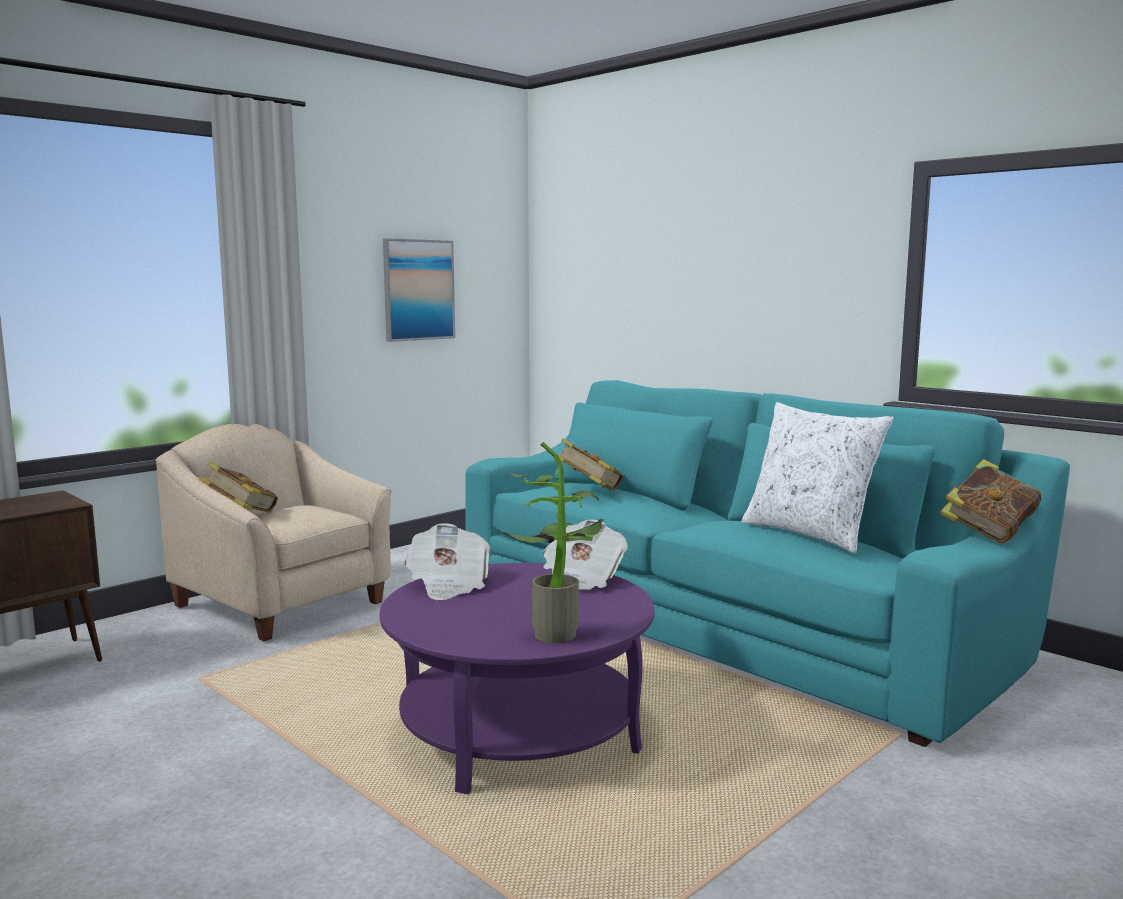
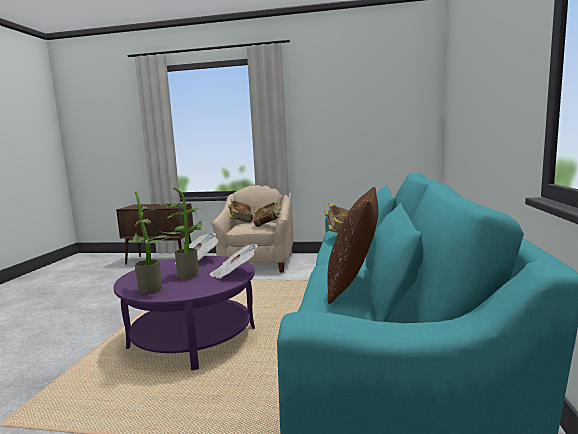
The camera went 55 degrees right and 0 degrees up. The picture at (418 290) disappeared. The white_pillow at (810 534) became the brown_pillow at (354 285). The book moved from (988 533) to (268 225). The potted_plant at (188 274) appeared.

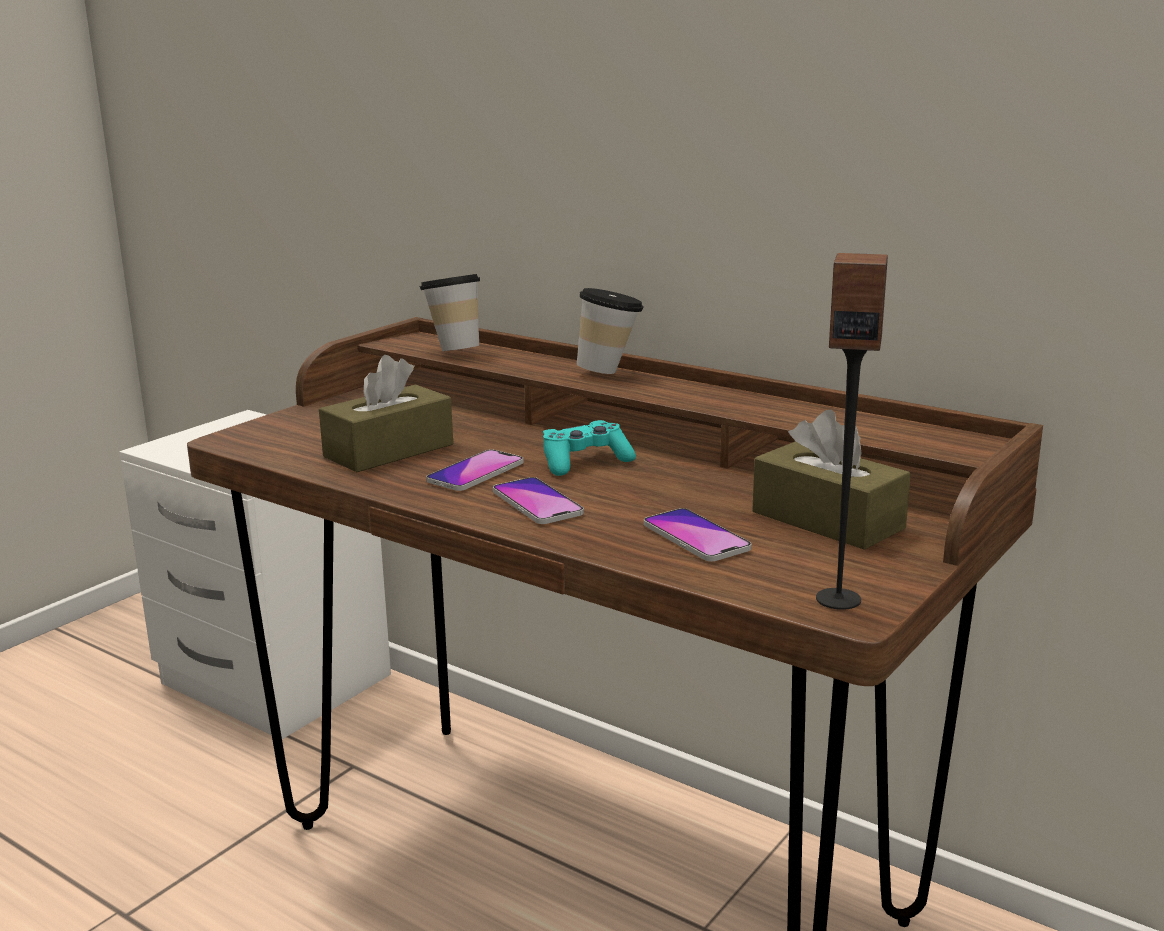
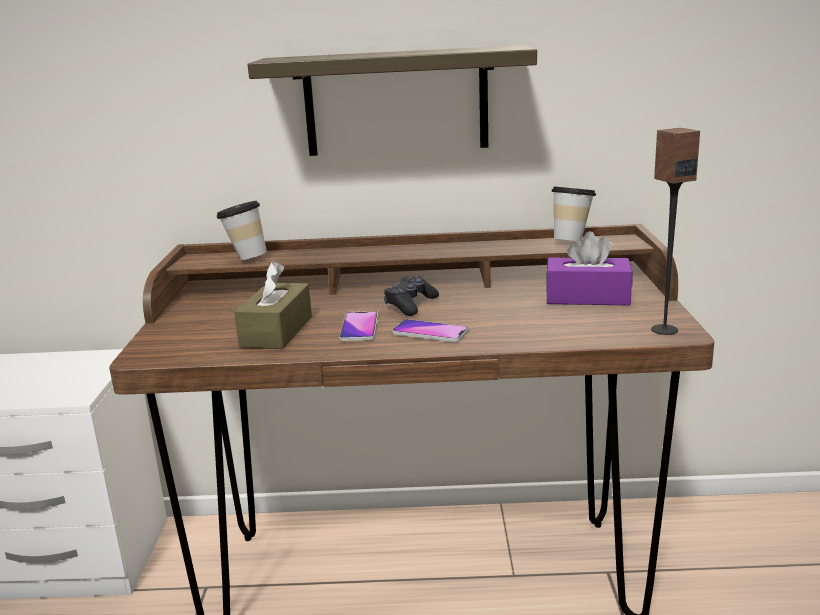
The camera went 35 degrees left and 0 degrees up. The turquoise_game_controller at (584 462) became the black_game_controller at (410 305). The cup moved from (609 371) to (571 240). The phone at (696 537) disappeared. The brown_tissue_box at (827 520) became the purple_tissue_box at (587 297). The shelf at (396 102) appeared.

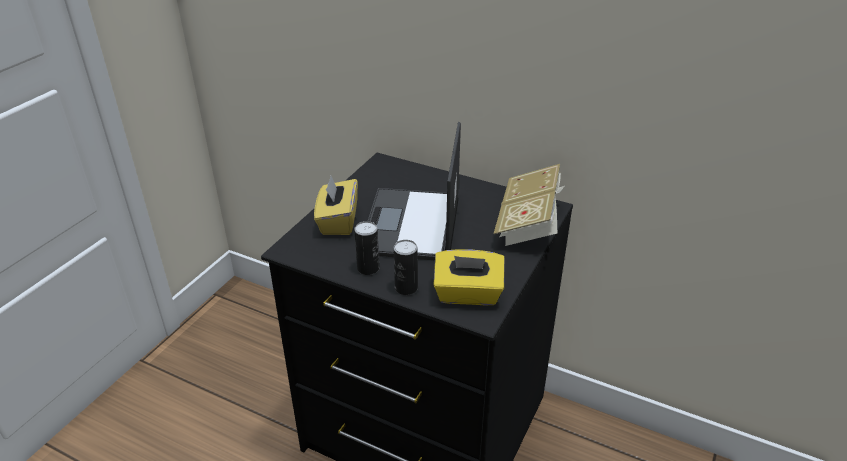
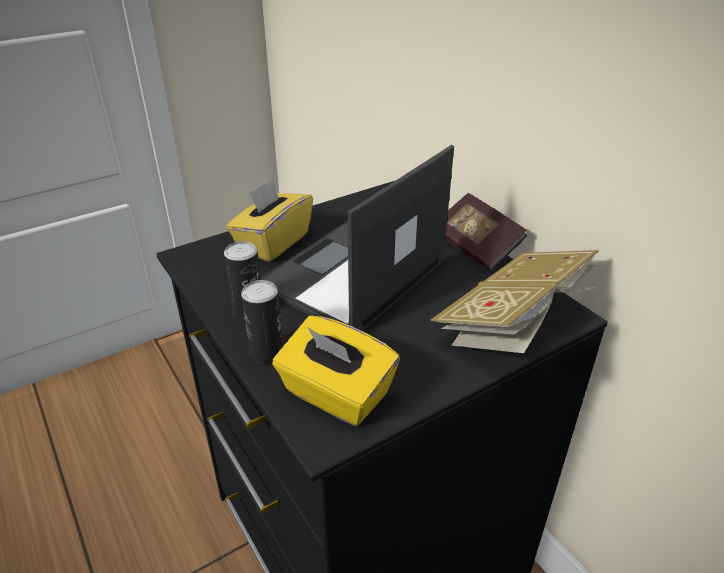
The camera went 30 degrees right and 0 degrees up. The book at (476 246) appeared.

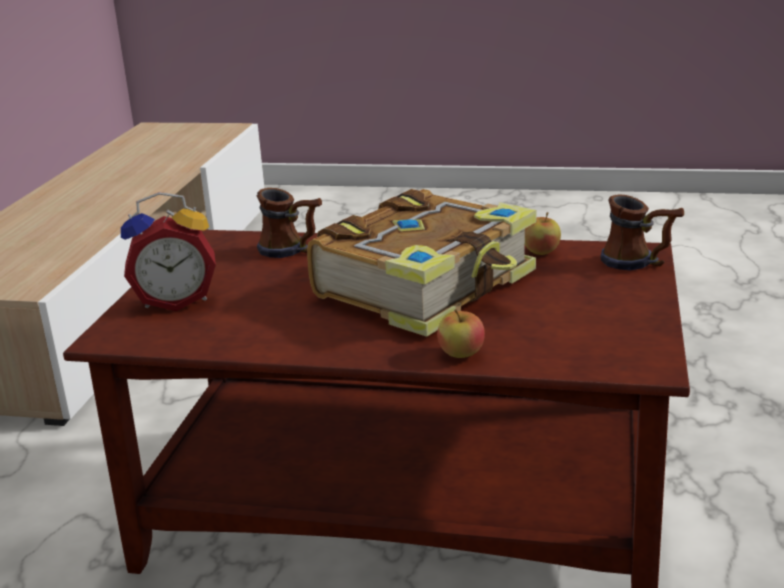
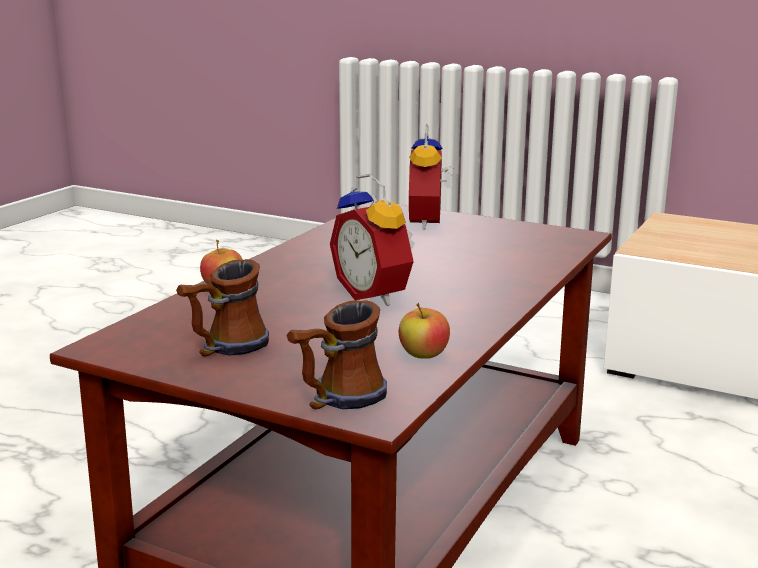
The camera went 105 degrees right and 5 degrees down. The mug moved from (292 251) to (224 349). The book at (429 286) was replaced by the alarm_clock at (376 295).

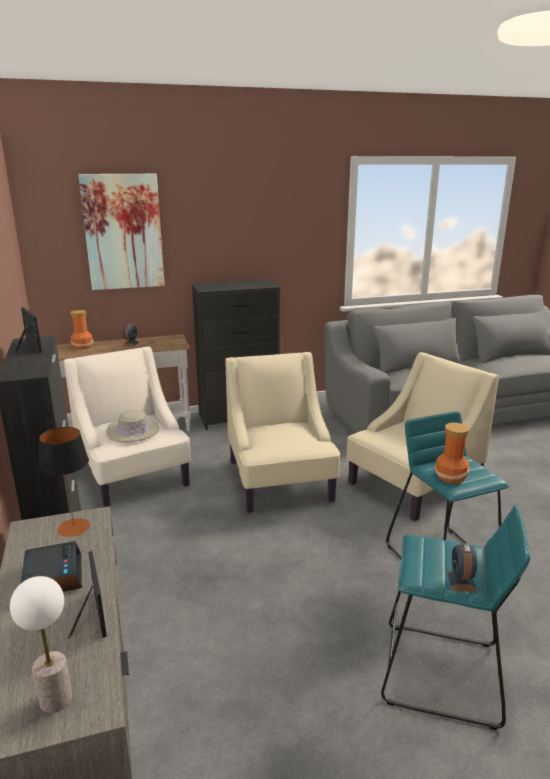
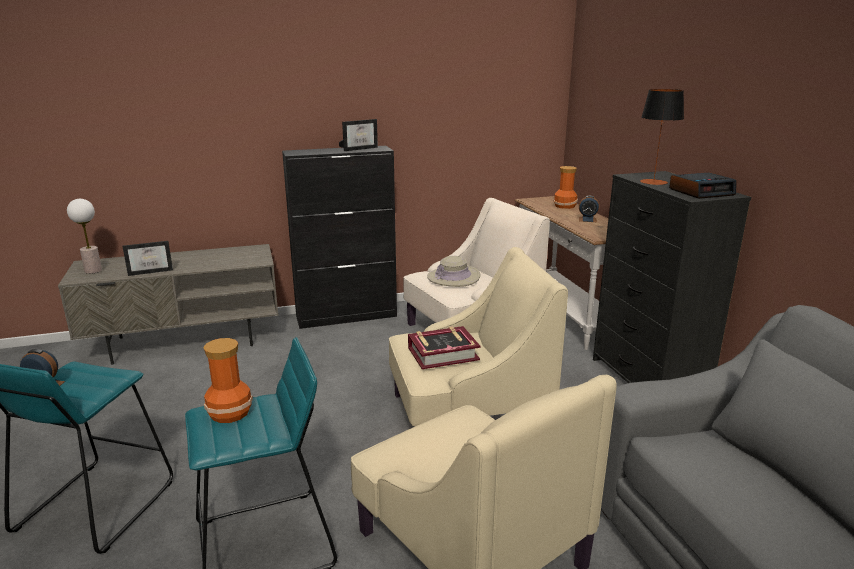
The camera went 90 degrees right and 0 degrees up. The alarm_clock moved from (52 576) to (701 192). The table_lamp moved from (74 527) to (653 182). The picture at (123 232) disappeared. The book at (443 353) appeared.

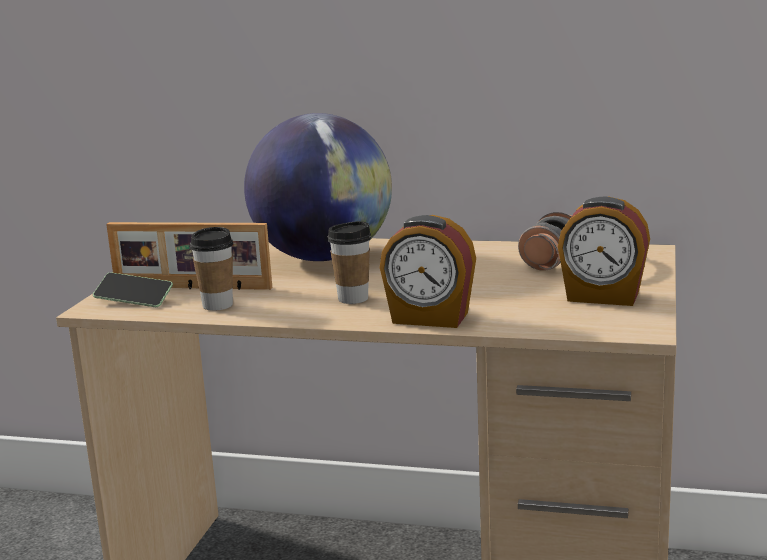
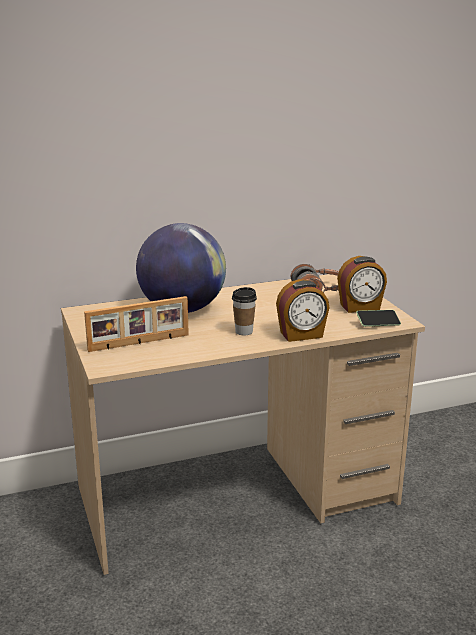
The camera went 35 degrees left and 5 degrees up. The phone moved from (134 300) to (378 324). The cup at (217 305) disappeared.

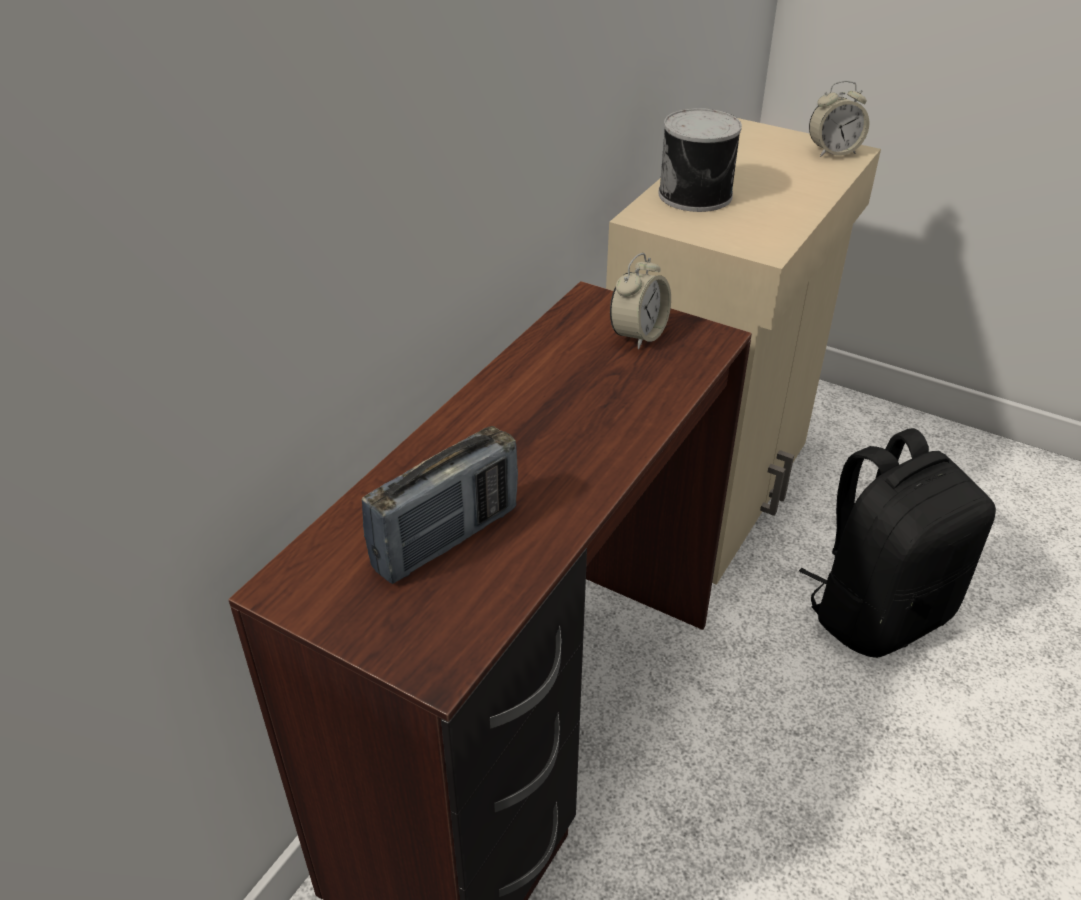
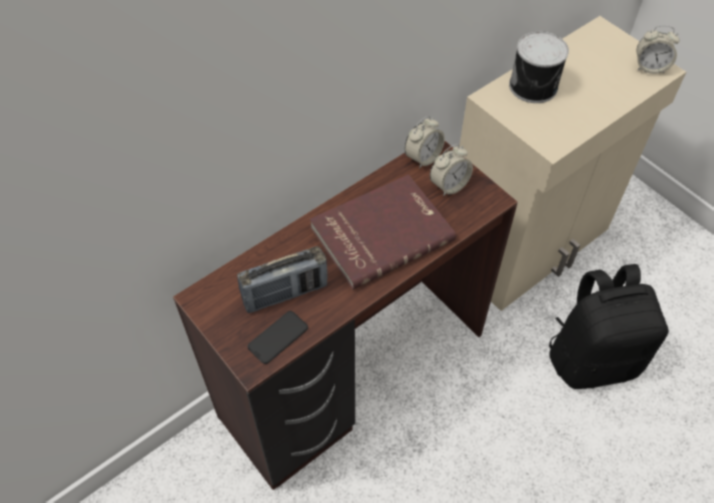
The camera went 20 degrees right and 15 degrees up. The phone at (278 337) appeared. The red_book at (380 232) appeared. The alarm_clock at (423 158) appeared.

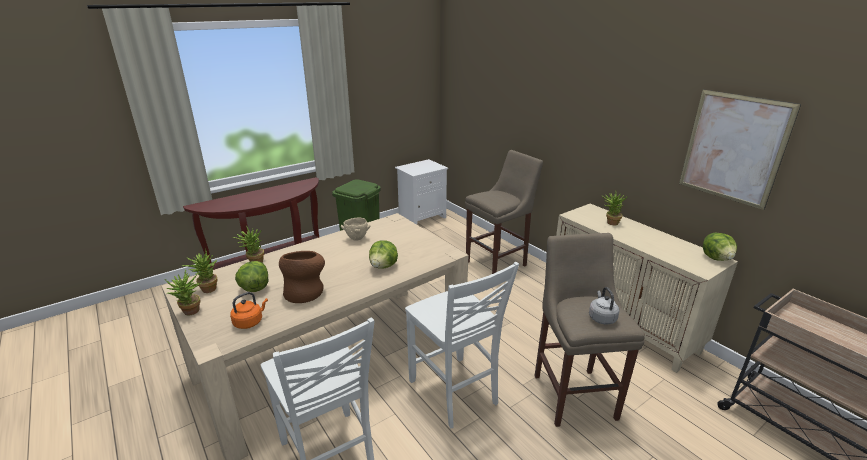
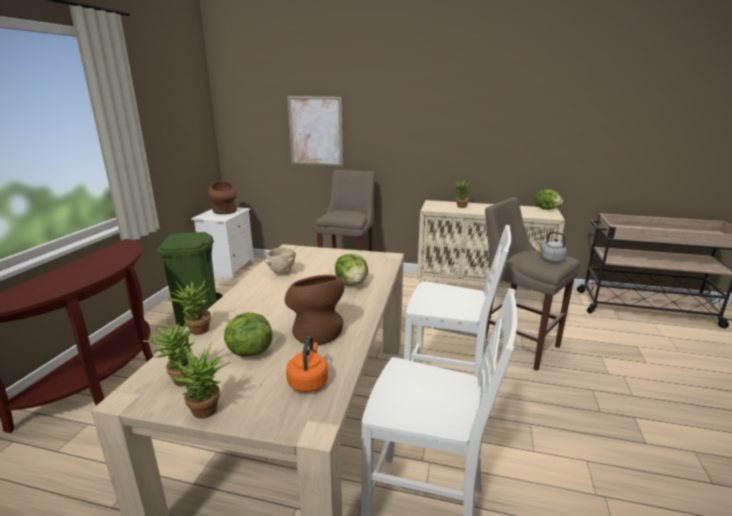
The camera went 40 degrees left and 5 degrees down. The picture moved from (733 148) to (316 131). The brown_vase at (225 212) appeared.

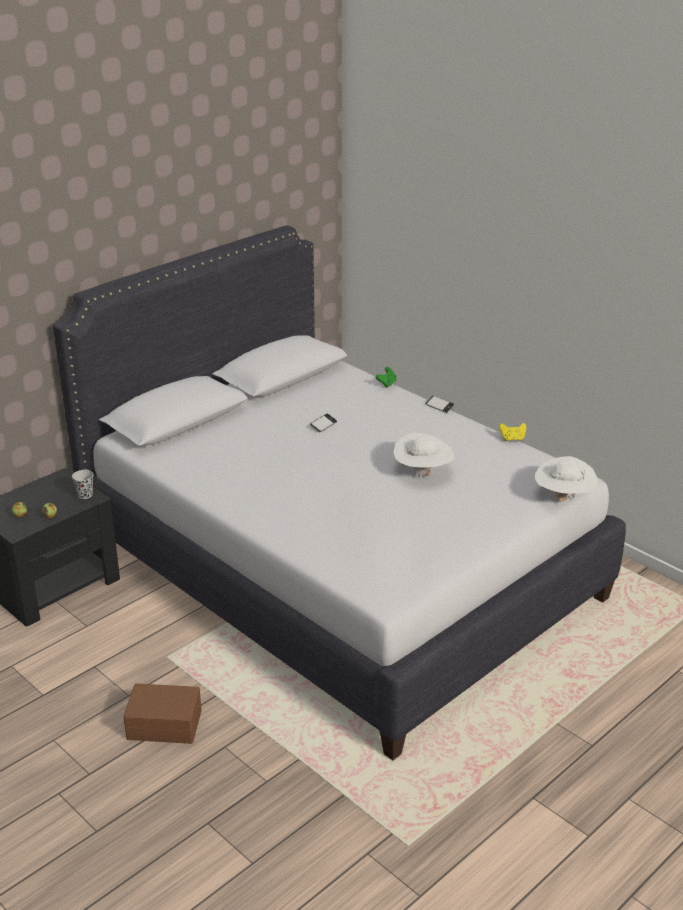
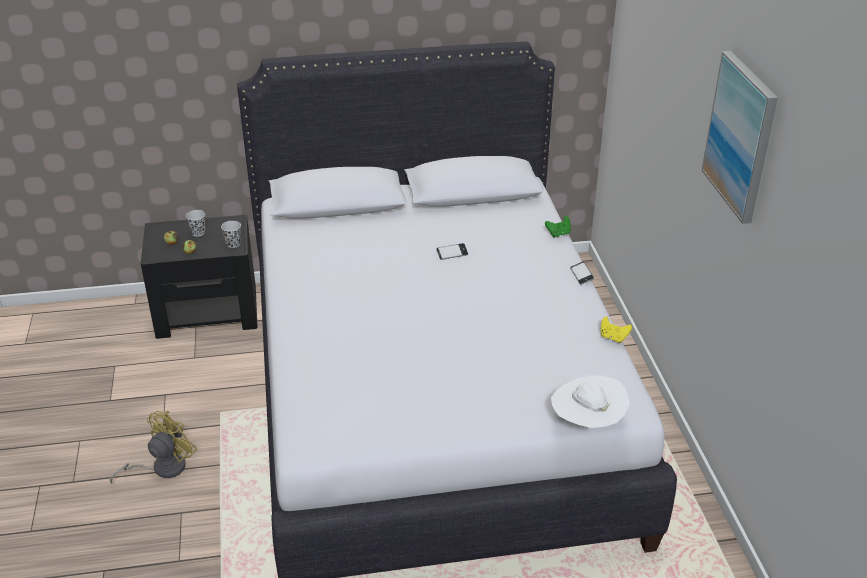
The camera went 35 degrees right and 5 degrees up. The brown_storage_box at (164 723) was replaced by the yellow_fan at (162 468). The white_hat at (423 474) disappeared. The black_cup at (198 233) appeared. The picture at (741 136) appeared.

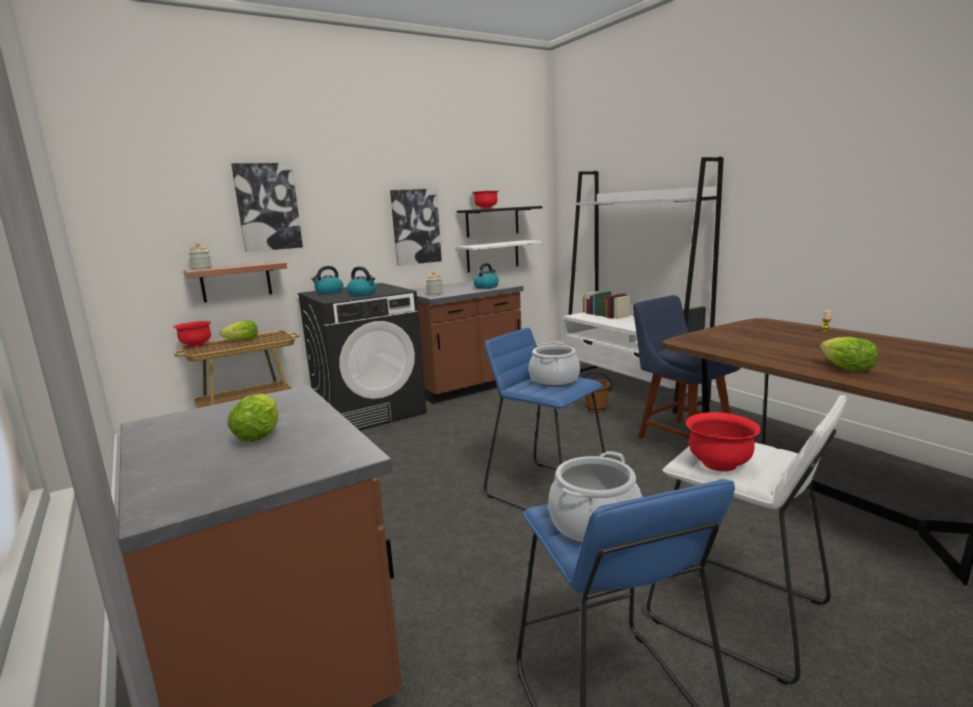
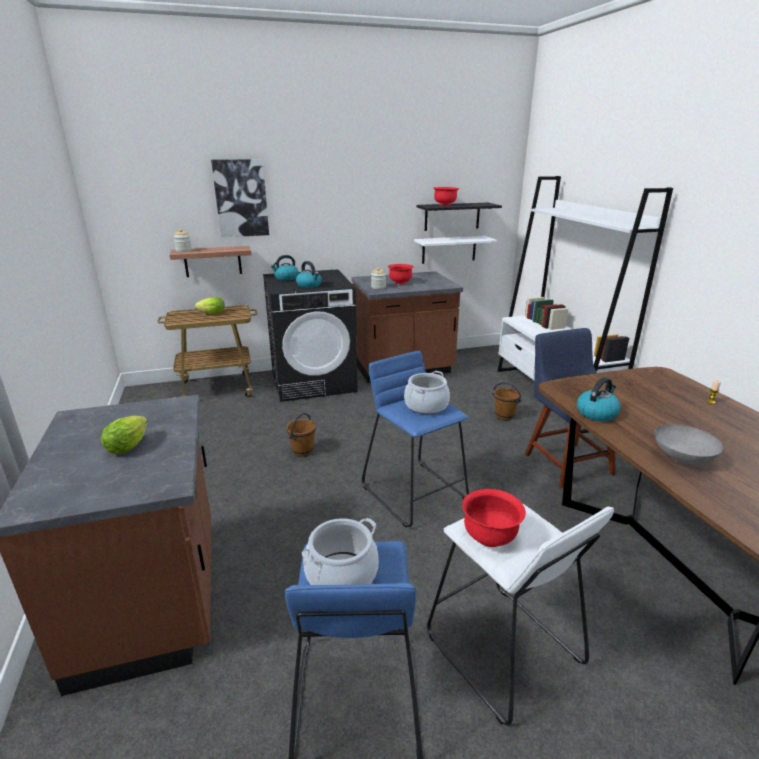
The camera went 15 degrees right and 10 degrees up. The red_bowl moved from (196 345) to (400 282). The picture at (415 227) disappeared. The kettle moved from (486 287) to (597 413). The lettuce at (846 368) was replaced by the grey_bowl at (681 459). The brown_bucket at (302 451) appeared.

